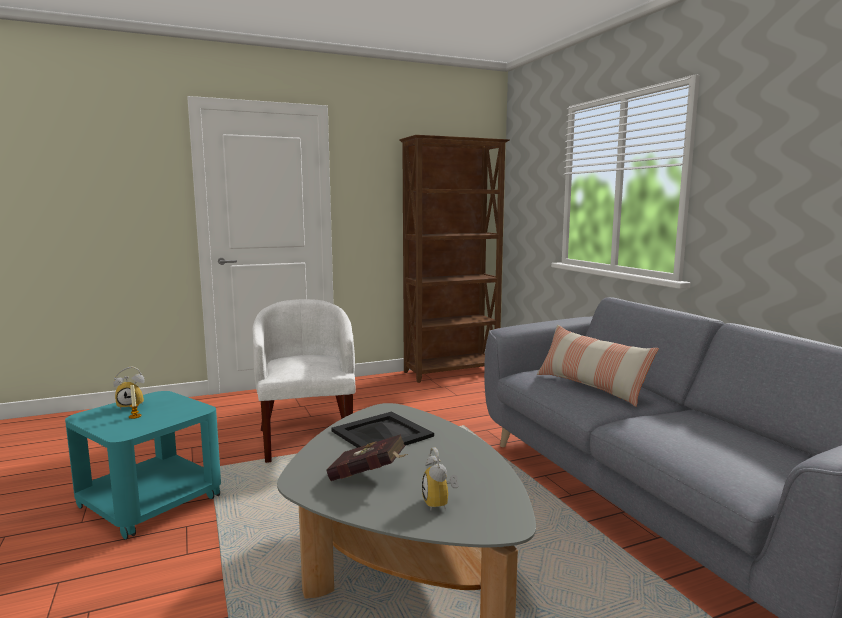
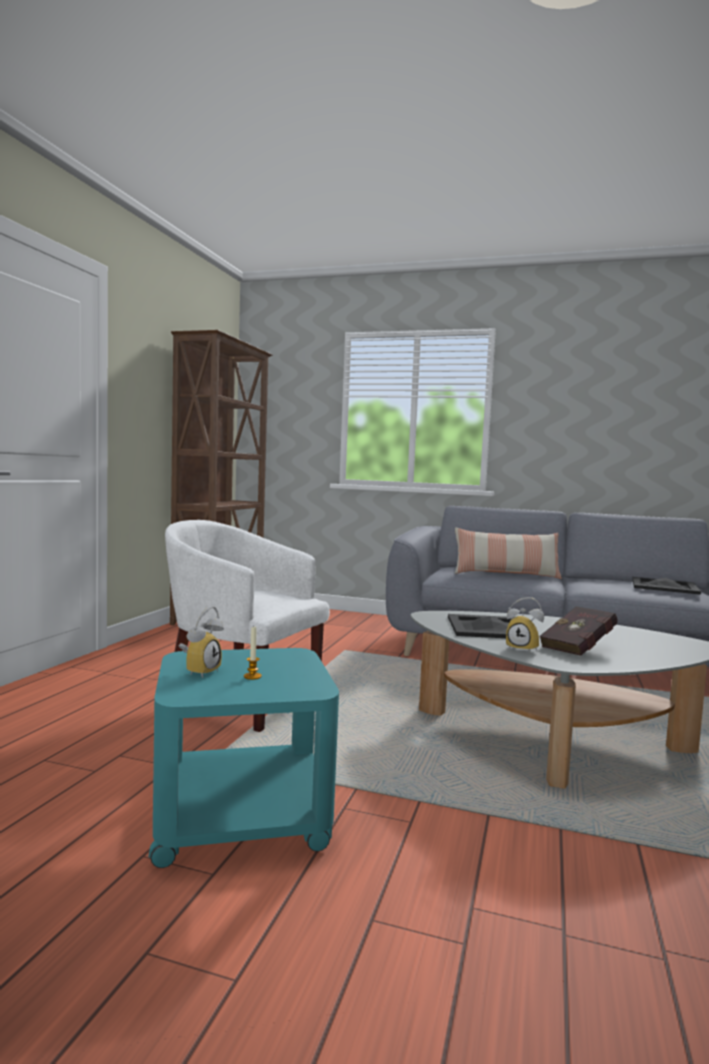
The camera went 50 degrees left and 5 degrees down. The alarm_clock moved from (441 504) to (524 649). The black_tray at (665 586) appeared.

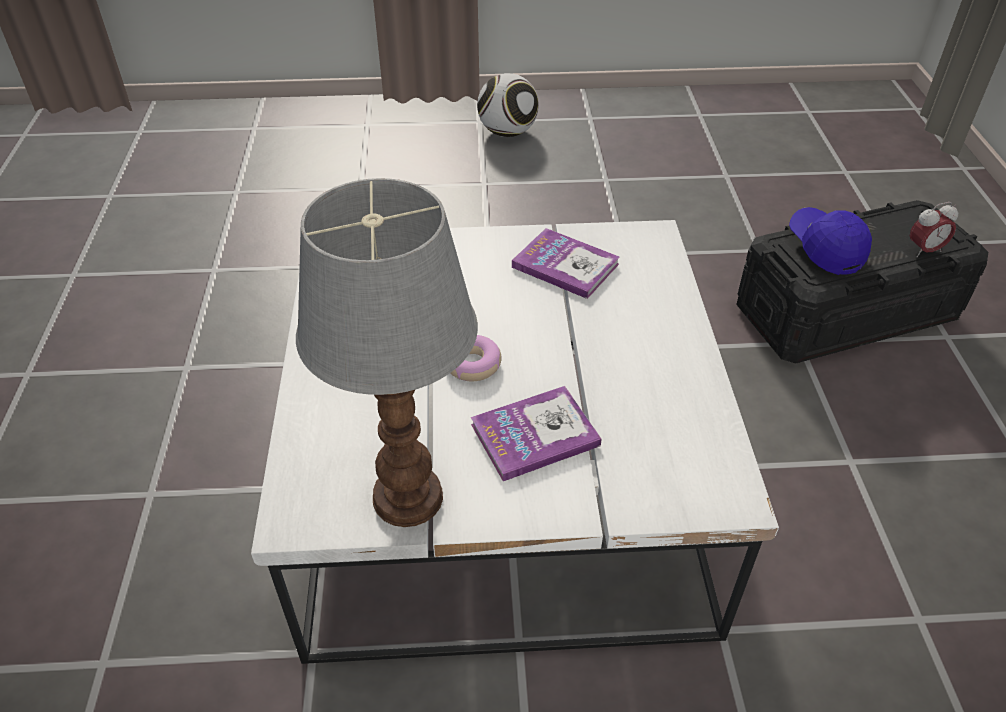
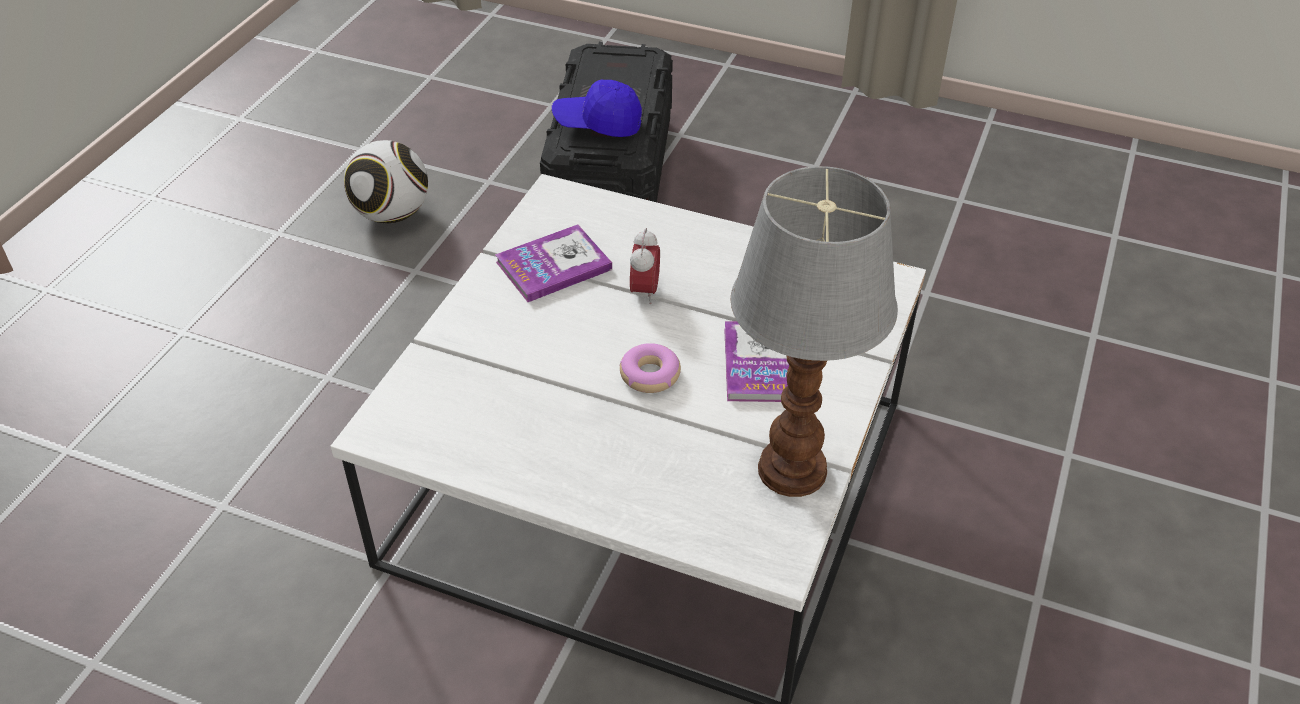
The camera went 65 degrees left and 0 degrees up. The football moved from (508 132) to (392 214). The alarm_clock moved from (924 250) to (644 291).

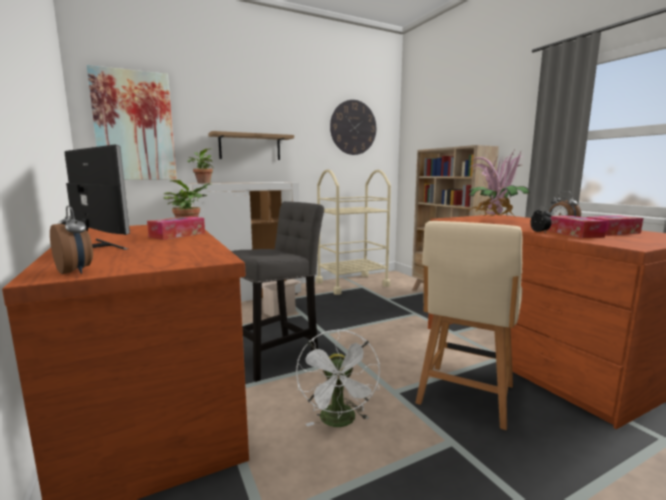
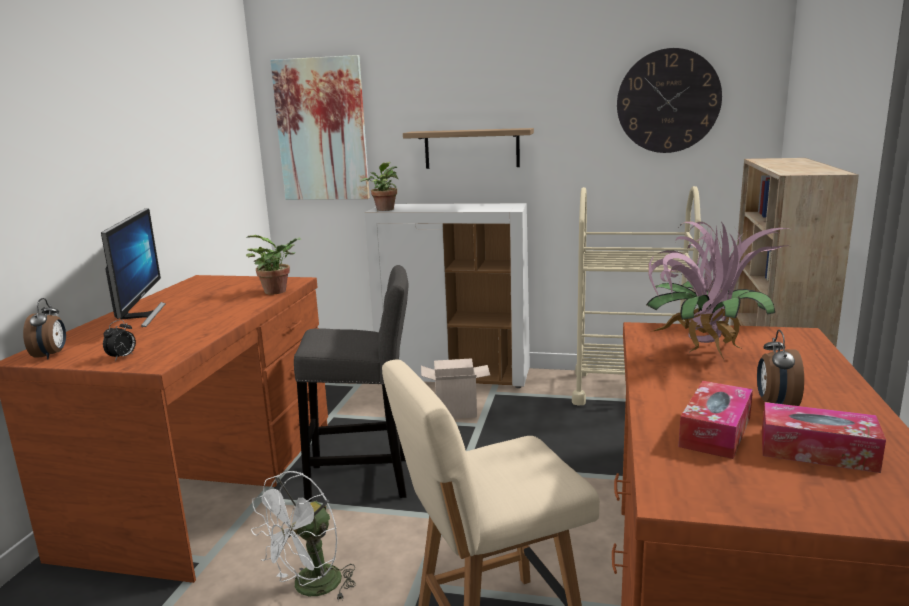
The camera went 40 degrees right and 5 degrees up. The tissue_box at (177 235) disappeared. The alarm_clock moved from (540 232) to (122 357).

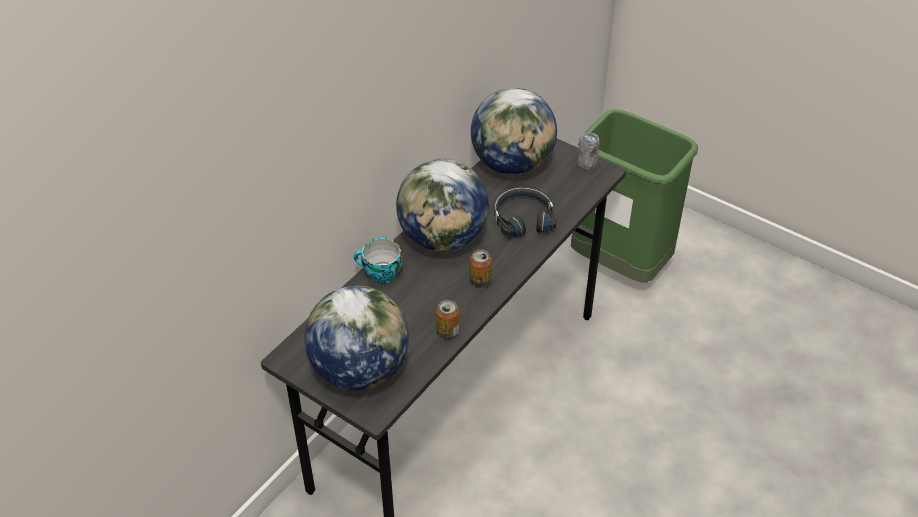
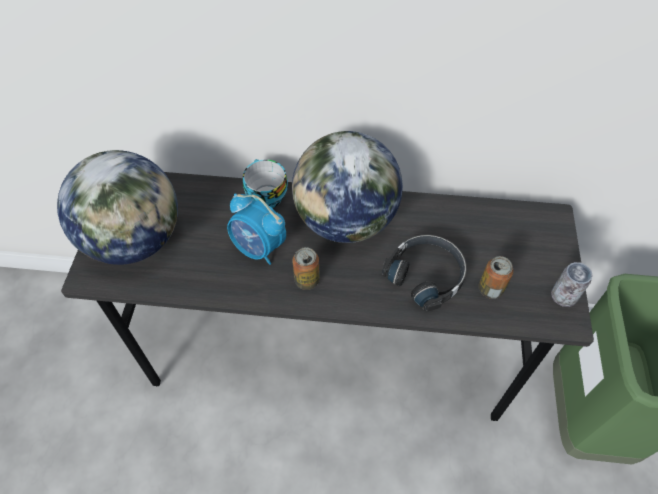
The camera went 60 degrees right and 10 degrees up. The can moved from (447 332) to (490 289). The globe at (512 164) disappeared. The alarm_clock at (259 248) appeared.

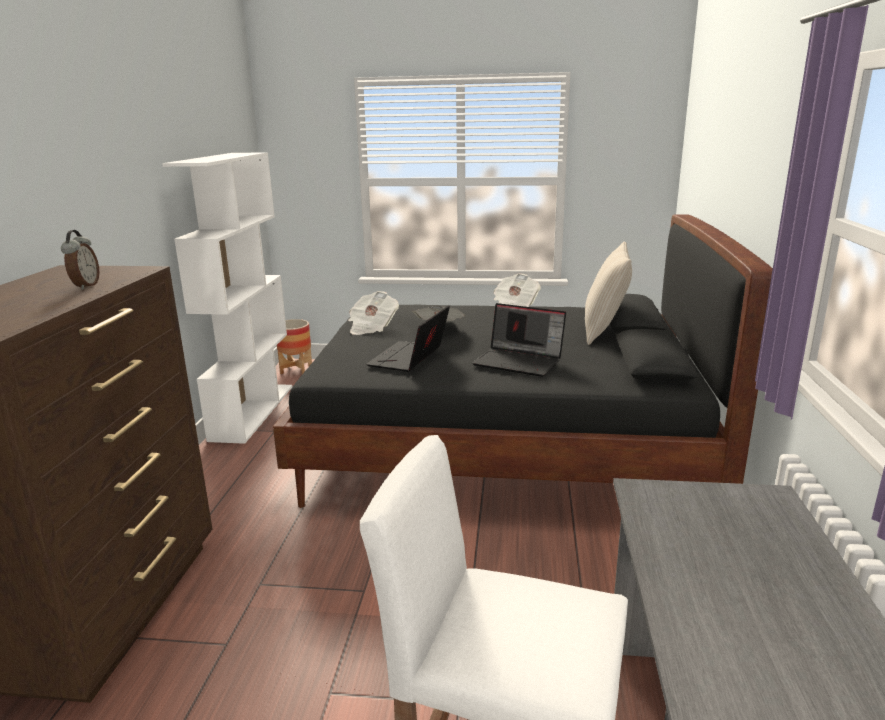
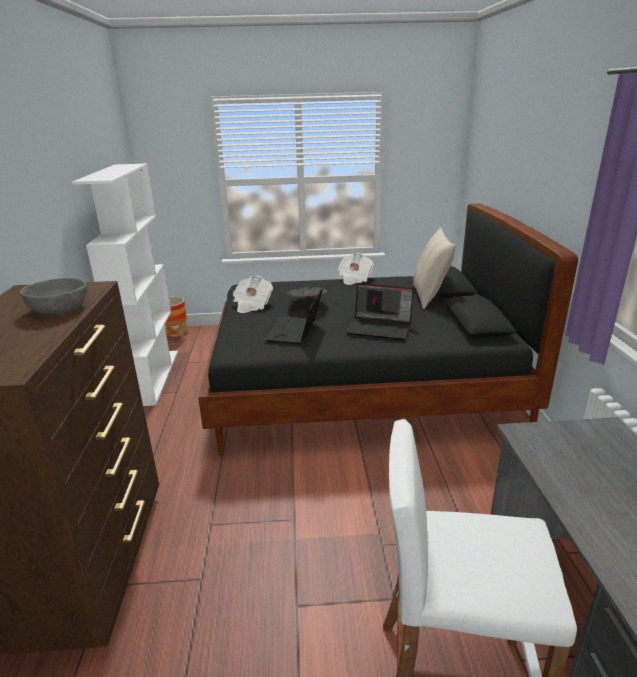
The camera went 10 degrees left and 5 degrees up. The alarm_clock at (85 286) was replaced by the grey_bowl at (59 308).

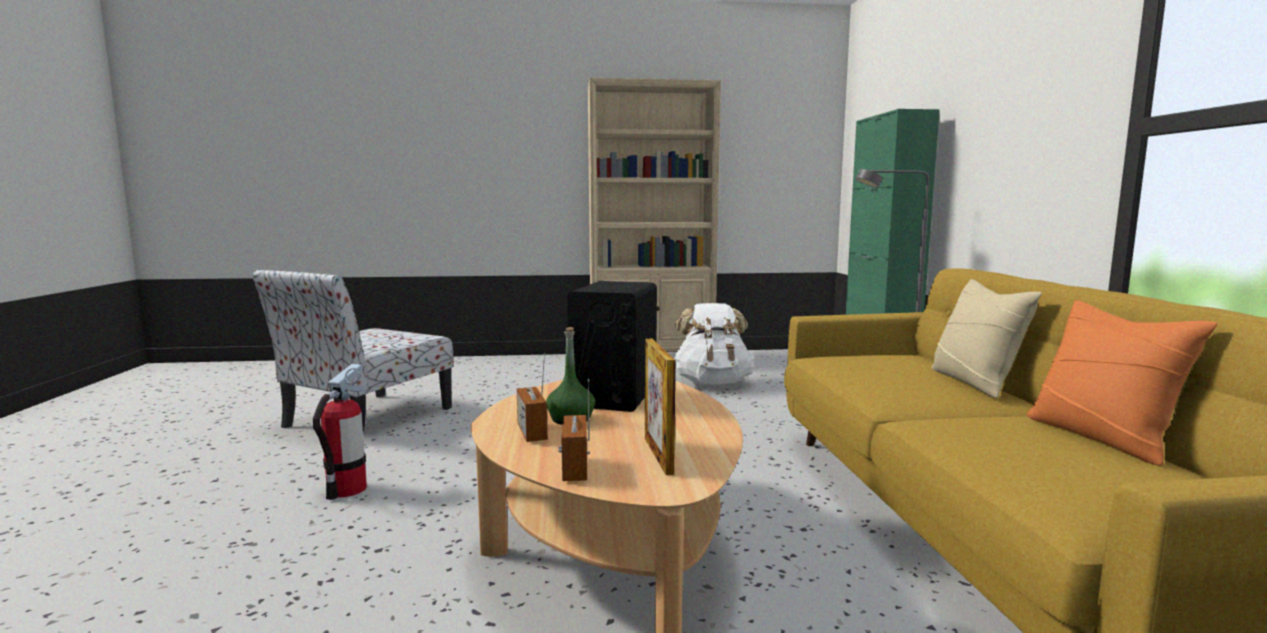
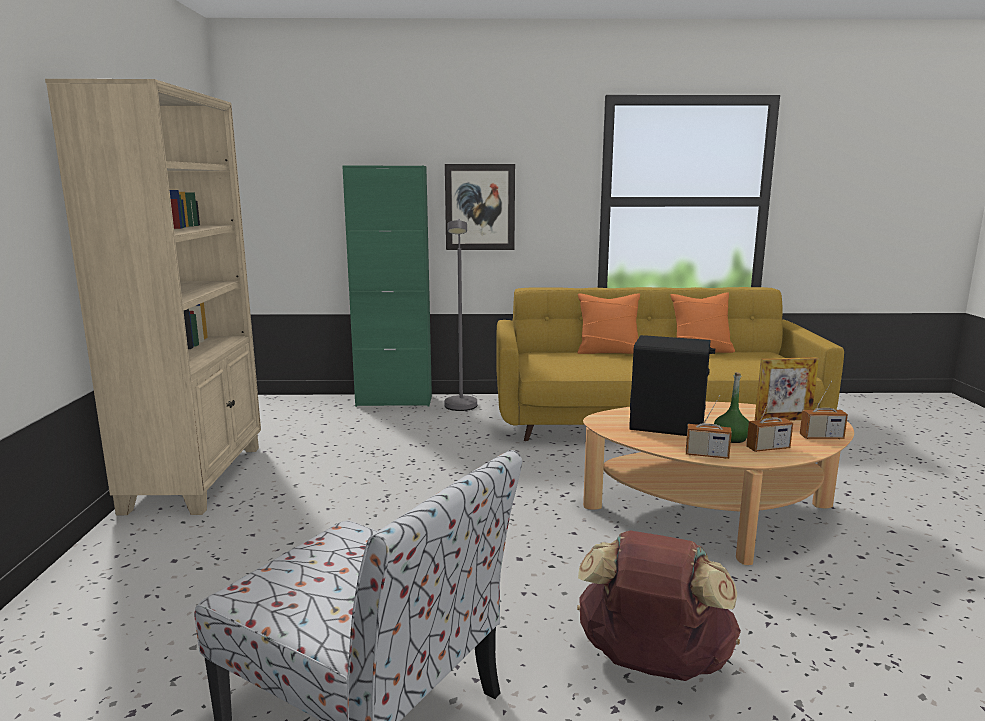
The camera went 85 degrees left and 5 degrees up. The fire_extinguisher at (346 489) was replaced by the brown_backpack at (652 665). The white_backpack at (712 383) disappeared. The beige_pillow at (975 382) became the orange_pillow at (608 352). The picture at (480 207) appeared. The radio at (707 455) appeared.

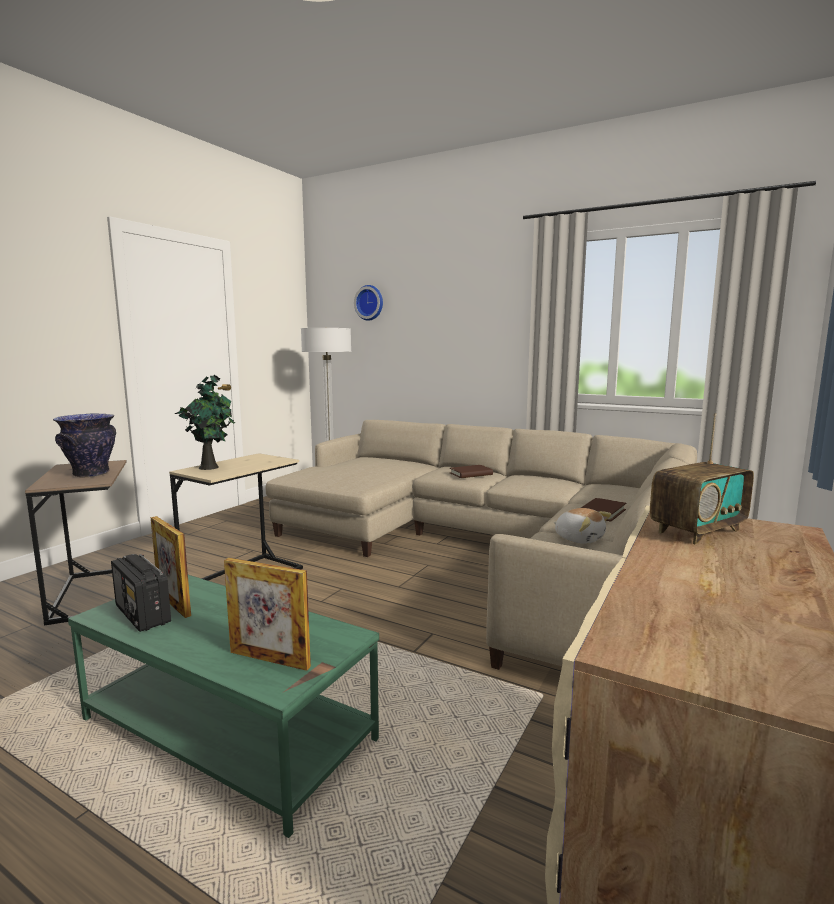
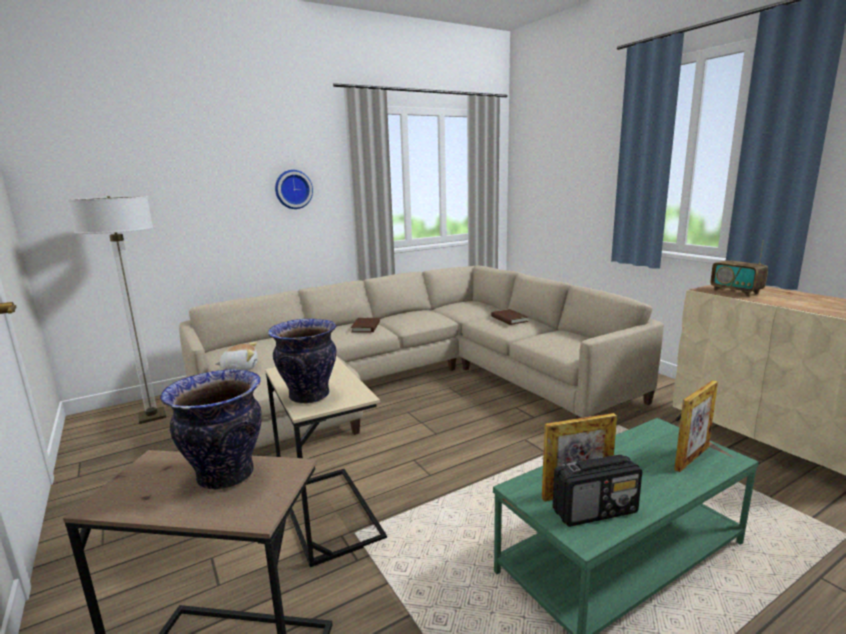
The camera went 60 degrees left and 5 degrees up. The potted_plant at (210 467) was replaced by the vase at (308 396). The wall_clock moved from (370 303) to (293 189). The plush_toy moved from (579 539) to (240 368). The radio at (697 531) turned 150 degrees clockwise.

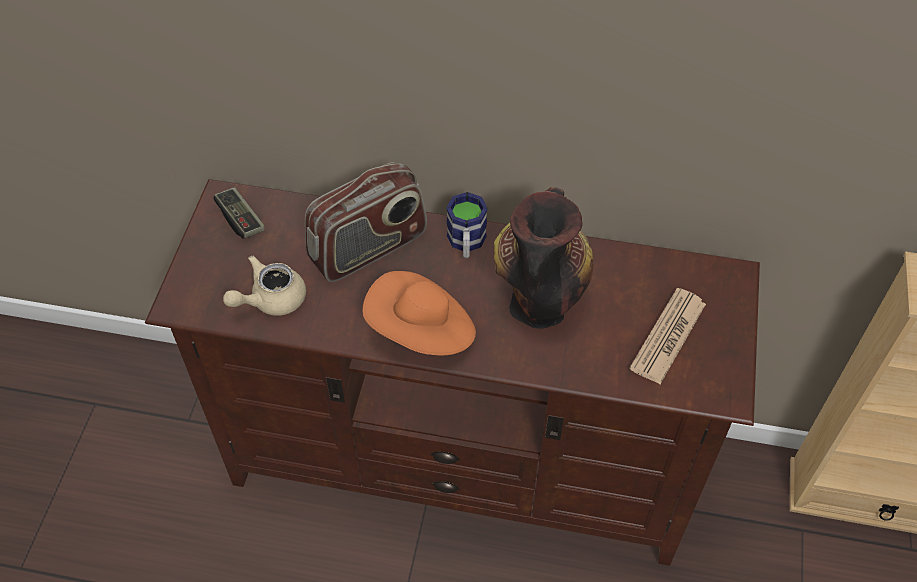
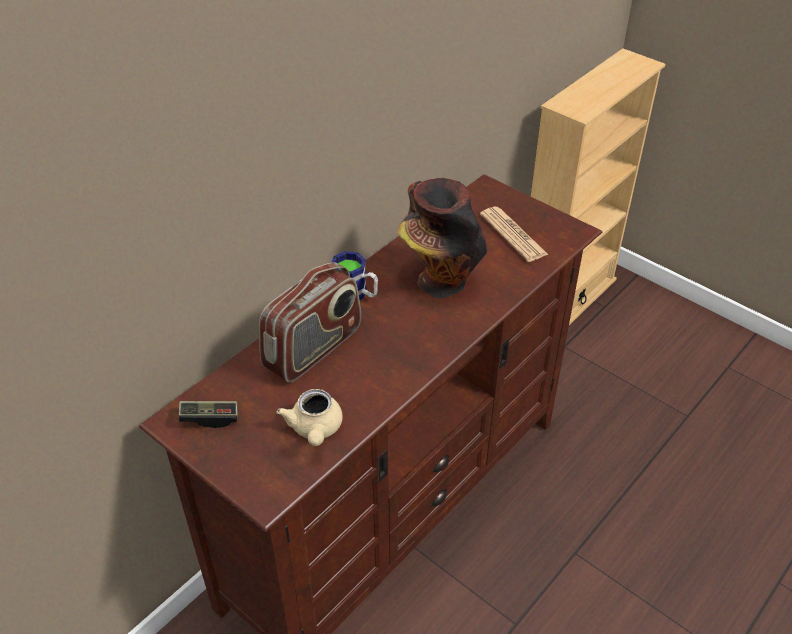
The camera went 60 degrees left and 10 degrees down. The radio at (369 248) turned 45 degrees clockwise. The orange_hat at (422 331) disappeared.

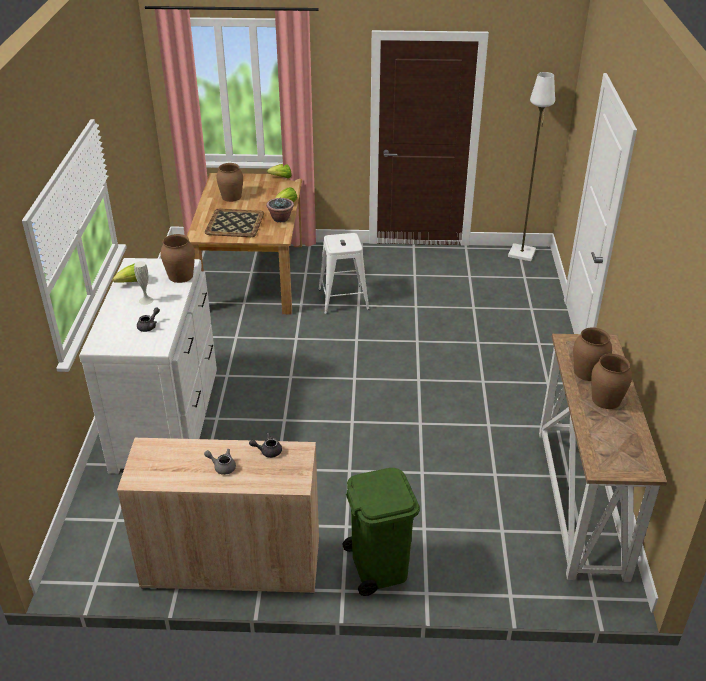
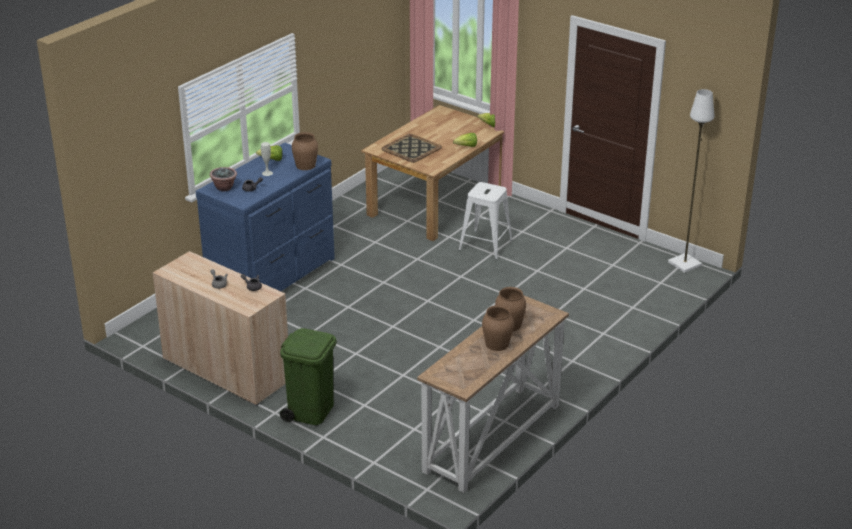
The camera went 35 degrees right and 5 degrees down. The white_dresser at (167 418) became the blue_dresser at (274 276). The brown_vase at (231 197) disappeared. The potted_plant moved from (281 219) to (224 188).

